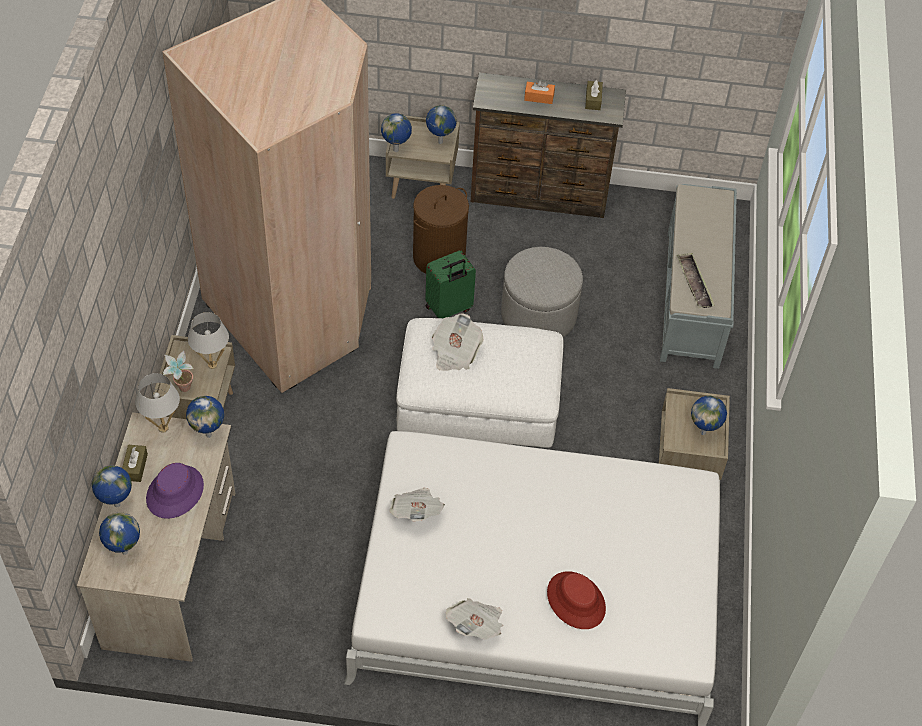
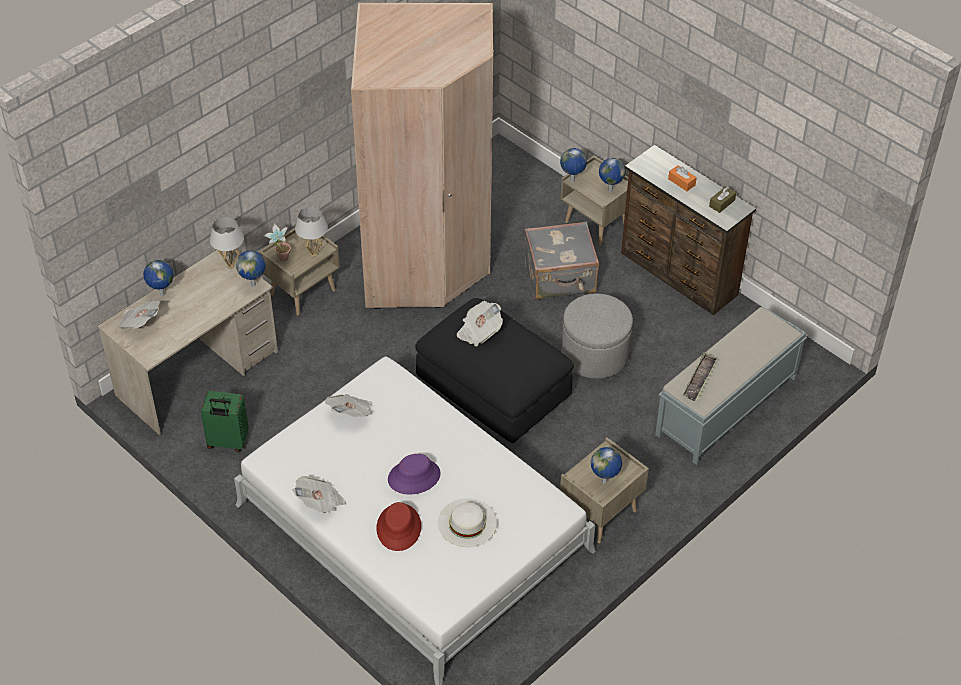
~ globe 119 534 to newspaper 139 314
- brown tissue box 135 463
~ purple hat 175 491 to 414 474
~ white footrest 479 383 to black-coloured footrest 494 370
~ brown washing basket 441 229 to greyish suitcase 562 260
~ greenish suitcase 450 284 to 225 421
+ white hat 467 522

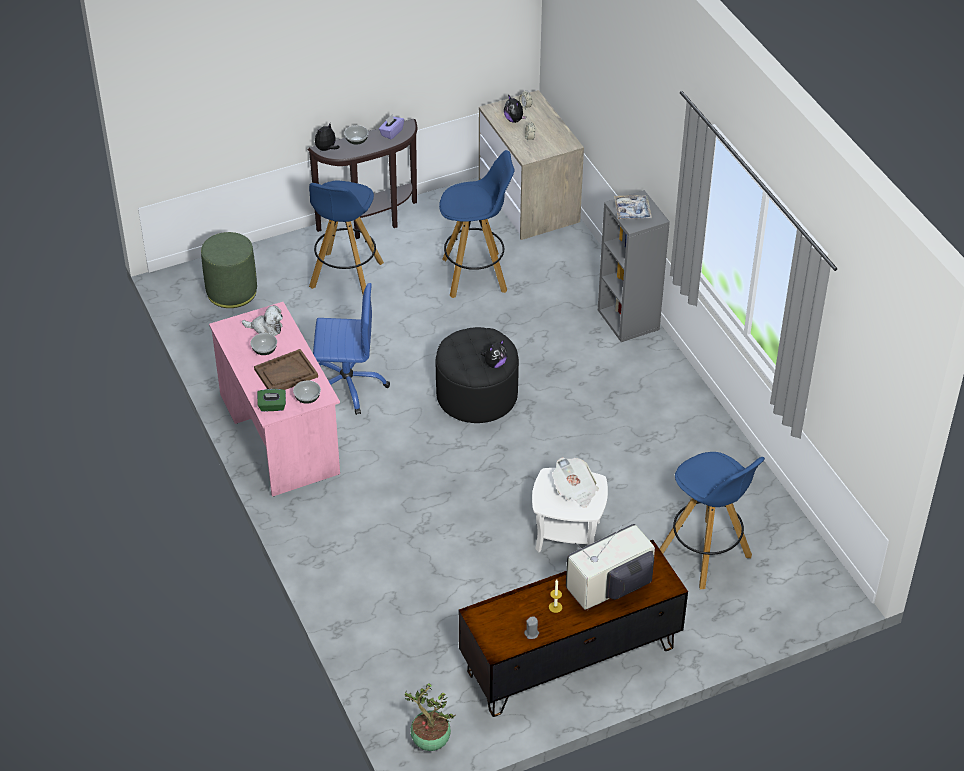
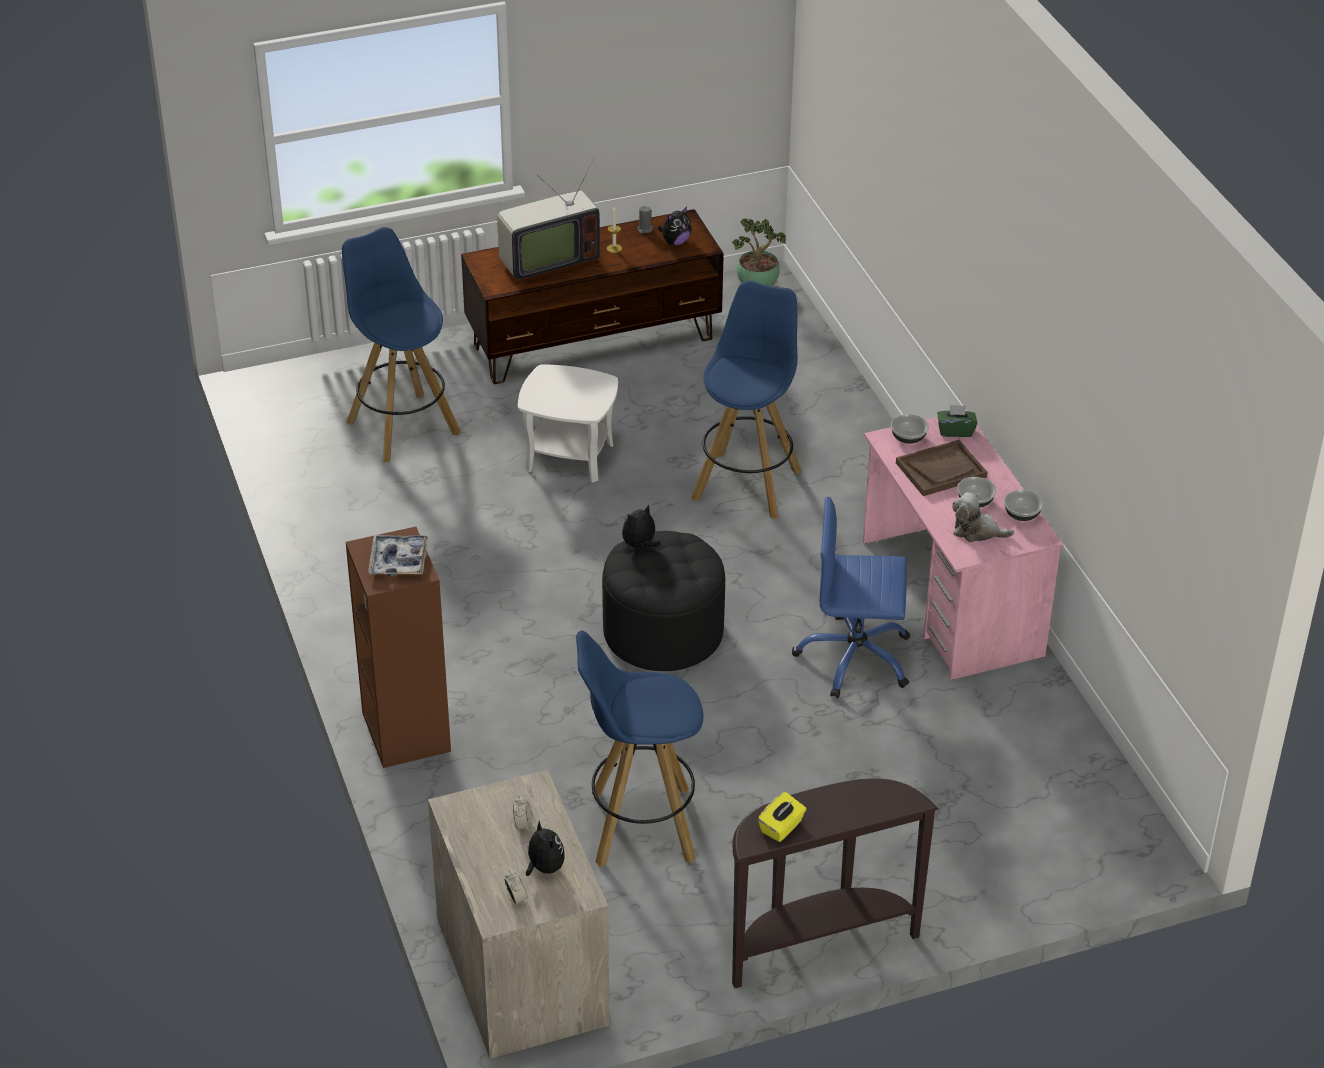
- greenish footrest 229 270
~ bluish sitting stool 346 237 to 746 399
~ soft toy 327 137 to 674 226
~ bowl 356 135 to 1023 505
~ purple tissue box 391 126 to yellow tissue box 782 817
- newspaper 575 482
~ greyish bookshelf 634 266 to brown bookshelf 398 647

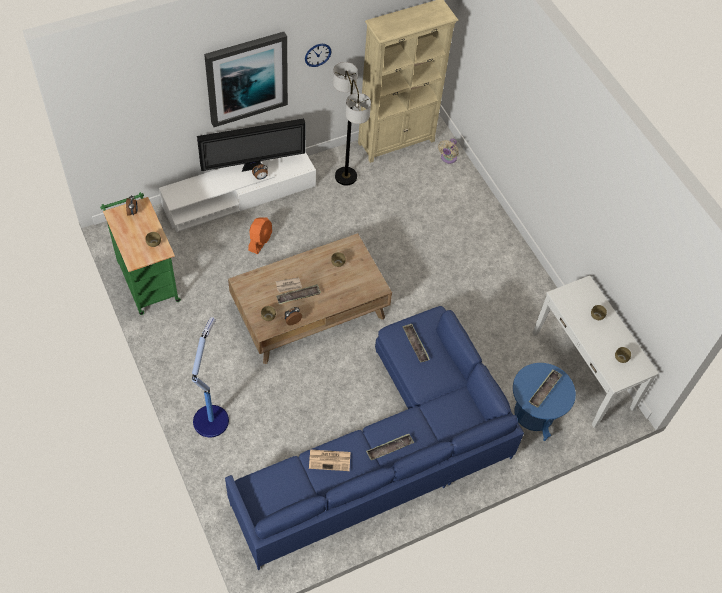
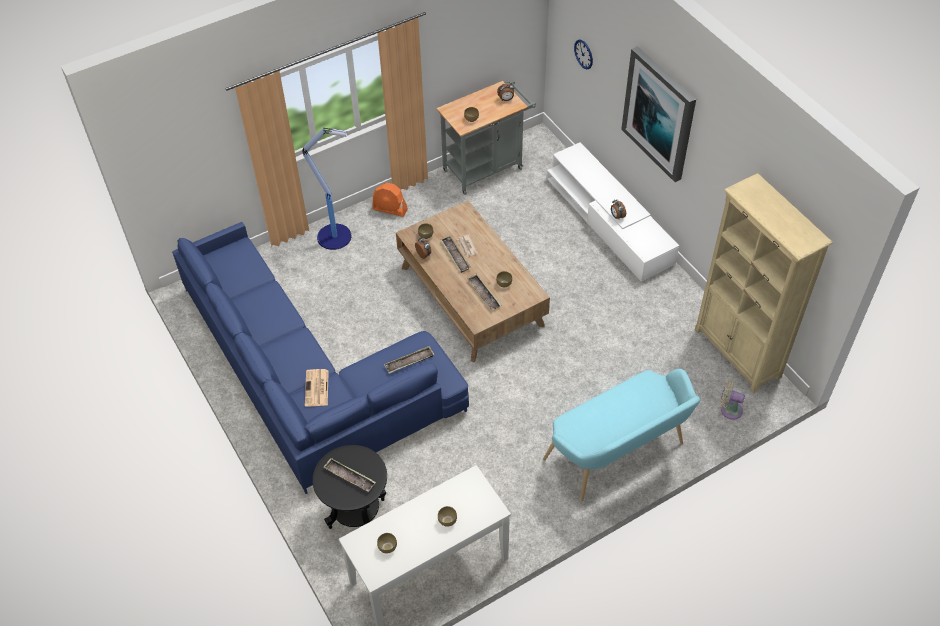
~ greenish cart 140 253 to greyish cart 486 138
- TV 251 145
~ orangey fan 260 235 to 390 200
~ clock on the wall 318 55 to 583 54
~ newspaper 329 460 to 317 387
- standard lamp 352 123
~ serving tray 390 447 to 484 292
~ bluish side table 544 402 to black-coloured side table 349 487
+ turquoise indoor bench 621 435

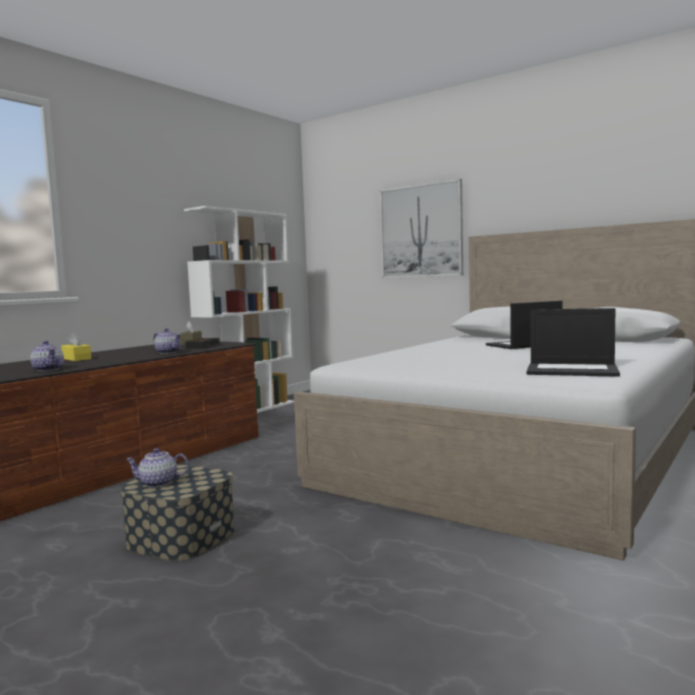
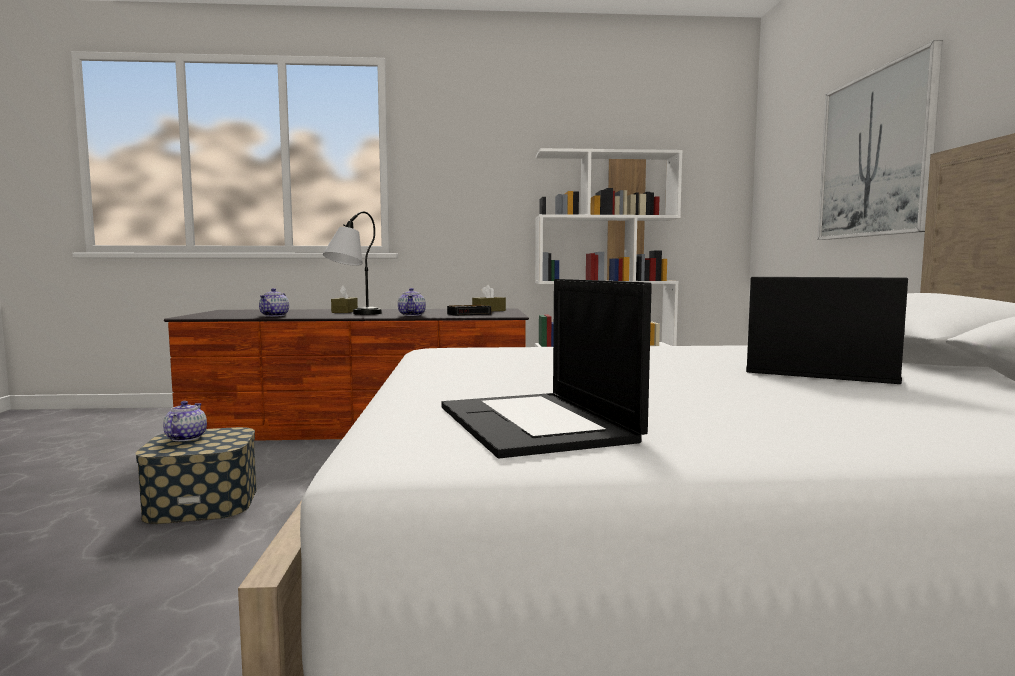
~ yellow tissue box 76 346 to brown tissue box 344 299
~ pot for tea 157 468 = 185 421 45 degrees clockwise
+ lamp for a table 352 263

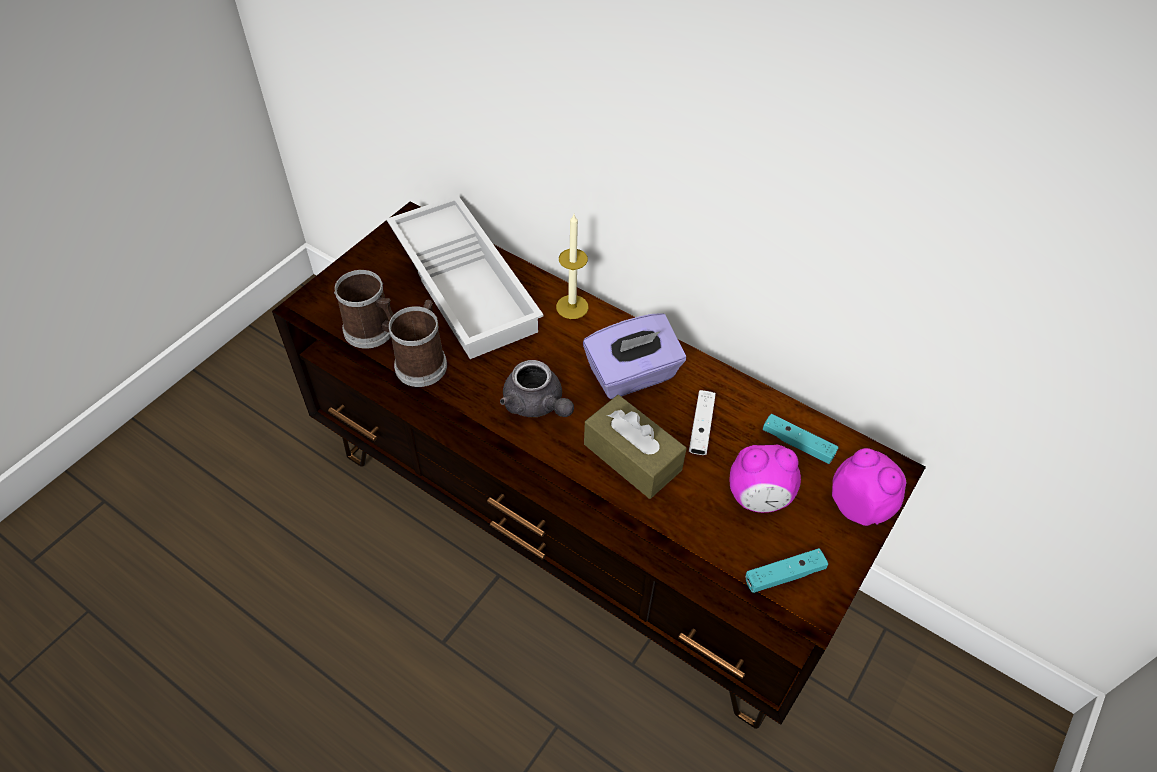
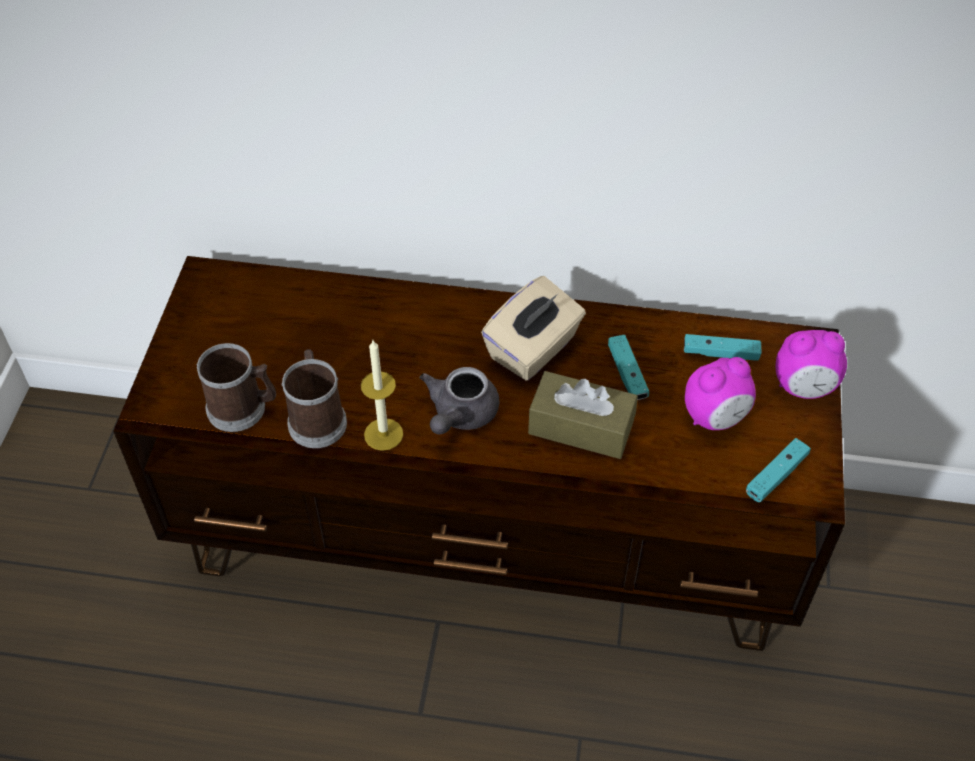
- white serving tray 465 277
~ greyish pot for tea 537 388 = 459 401 90 degrees clockwise
~ candle 572 266 to 382 395
~ purple tissue box 634 356 to sand-coloured tissue box 533 328
~ white game controller 702 422 to turquoise game controller 628 367
~ alarm clock 869 487 = 811 364 150 degrees clockwise

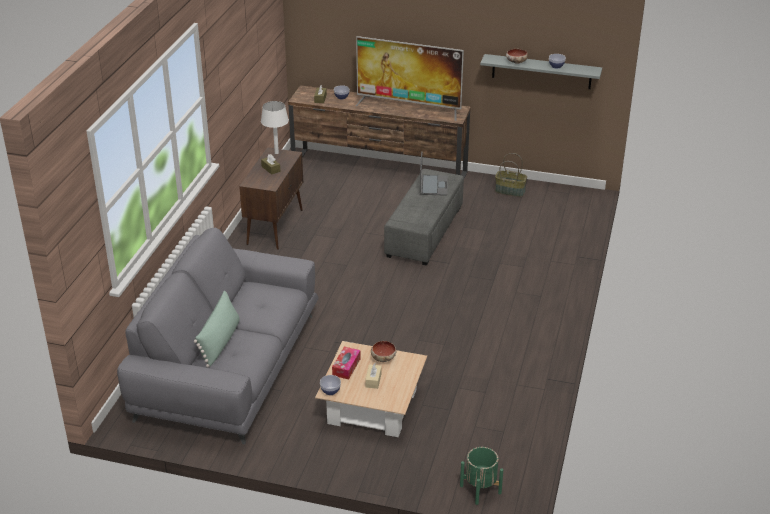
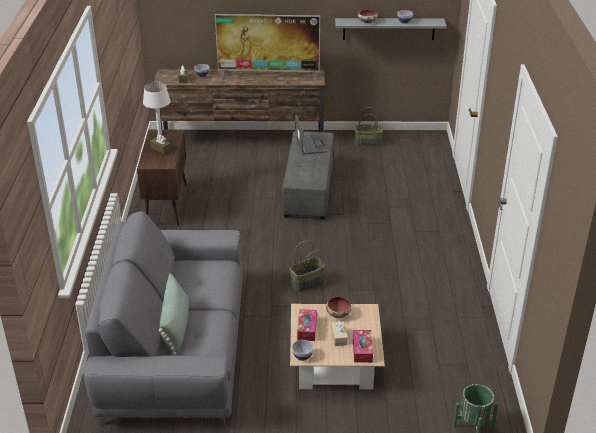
+ household basket 308 266
+ tissue box 363 346

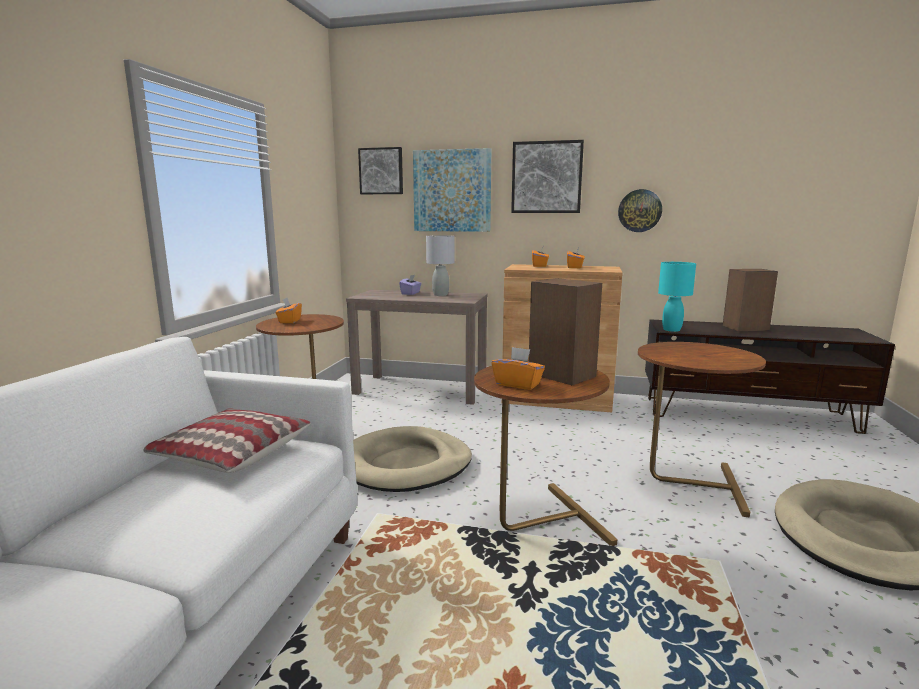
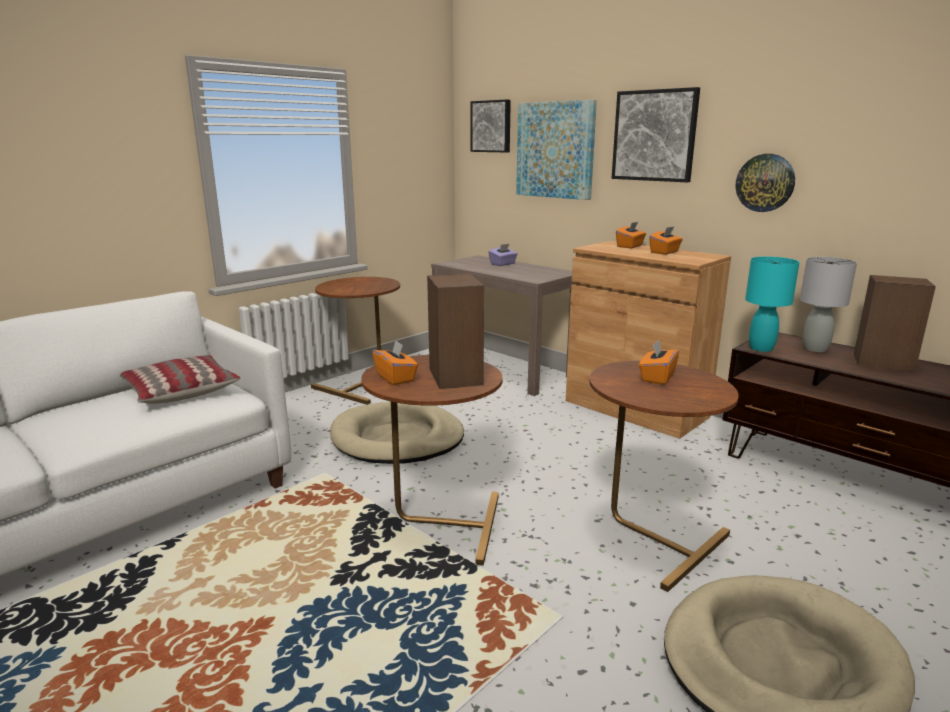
~ orangey tissue box 288 310 to 659 362
~ greyish lamp for a table 440 265 to 828 304

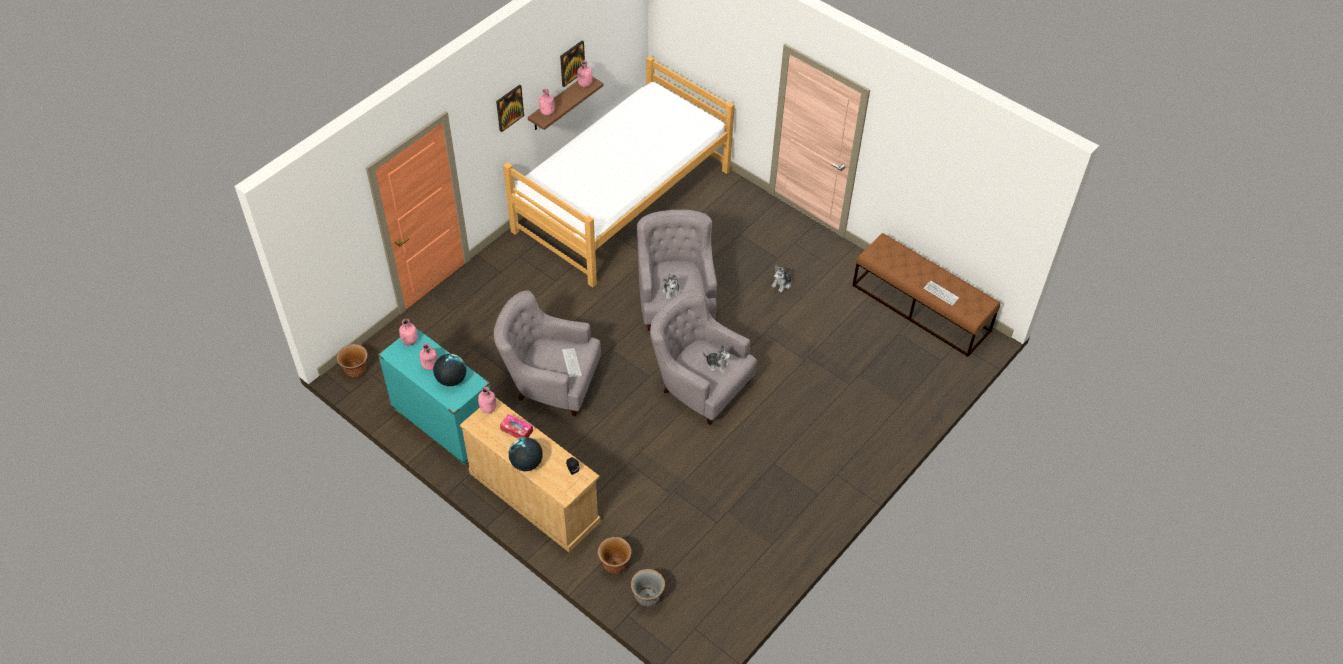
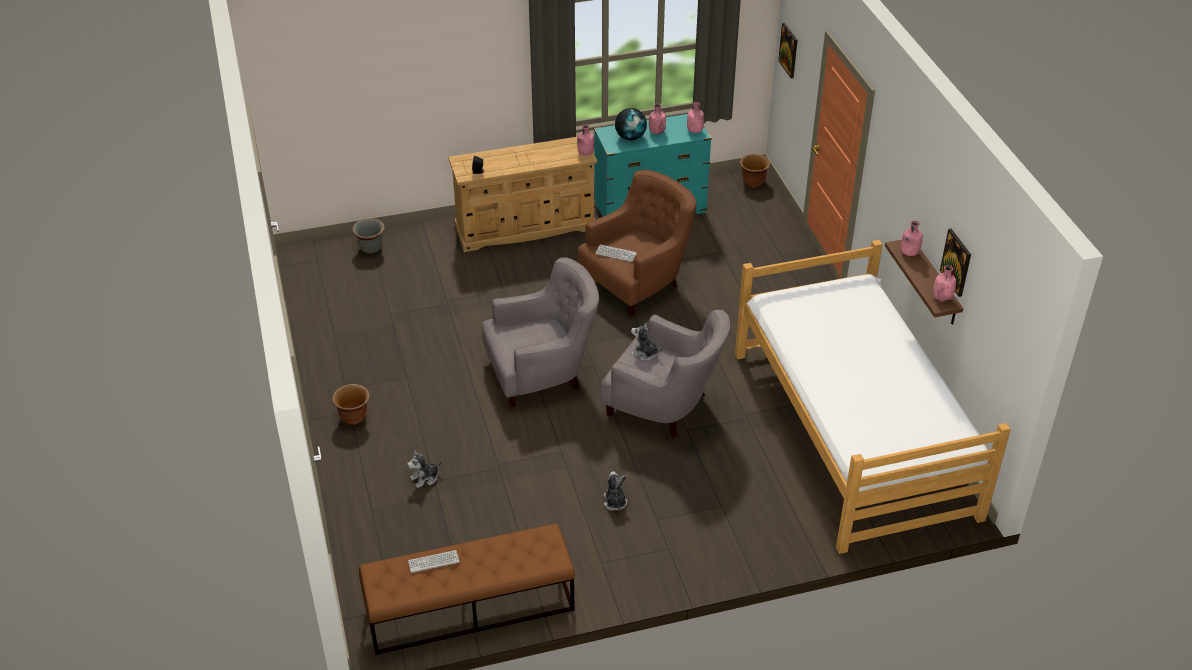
~ greyish armchair 547 354 to brown armchair 637 243
~ wall art 510 108 to 787 50
- tissue box 516 426
- globe 526 454
~ brown plant pot 615 555 to 351 404
~ soft toy 716 359 to 424 469

